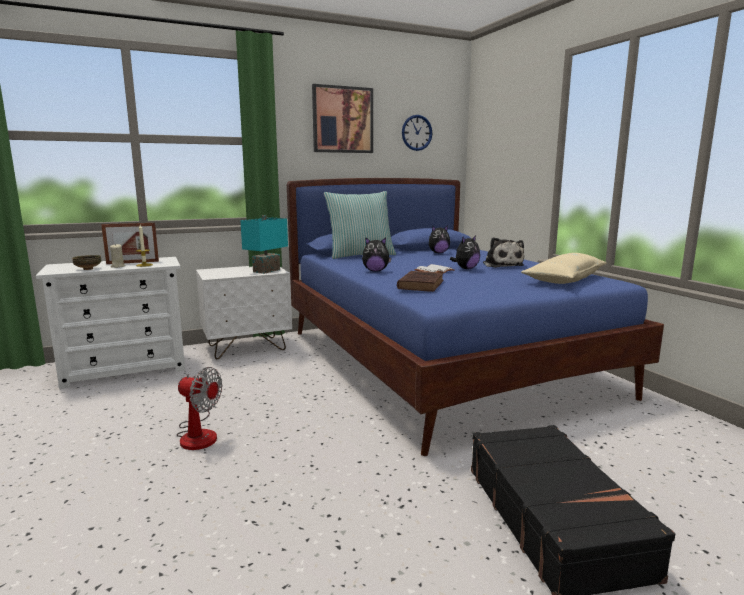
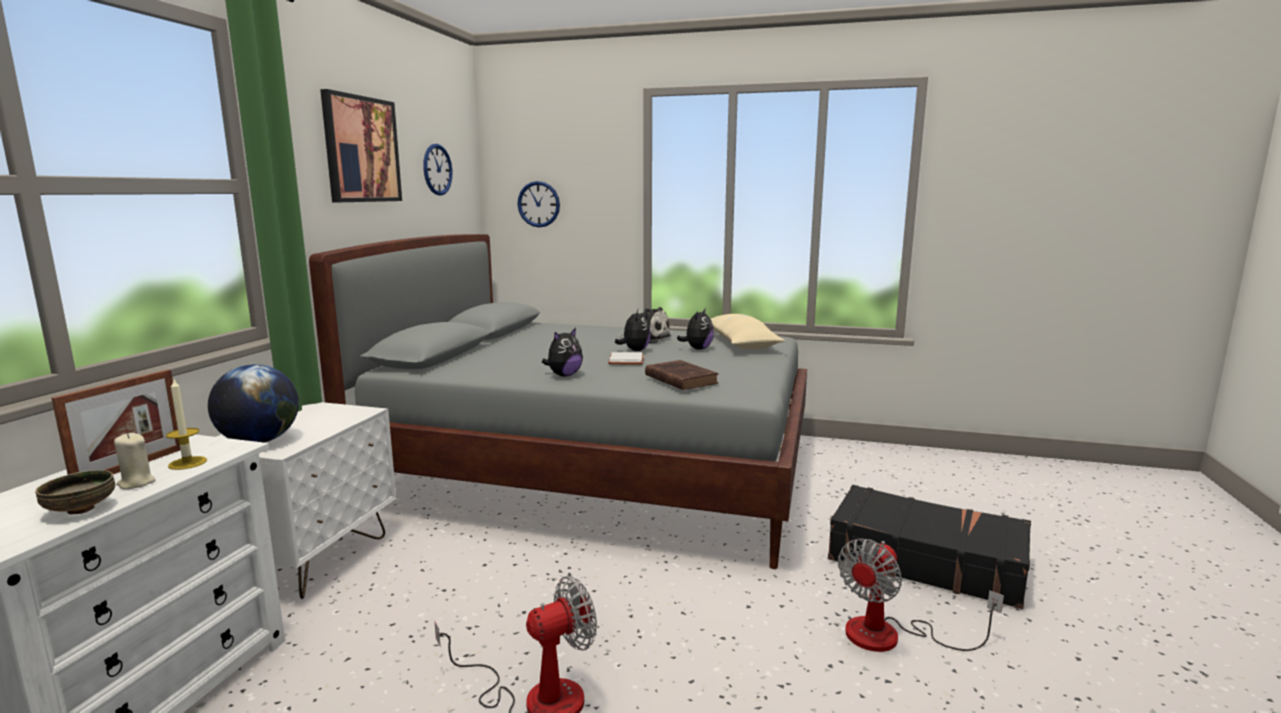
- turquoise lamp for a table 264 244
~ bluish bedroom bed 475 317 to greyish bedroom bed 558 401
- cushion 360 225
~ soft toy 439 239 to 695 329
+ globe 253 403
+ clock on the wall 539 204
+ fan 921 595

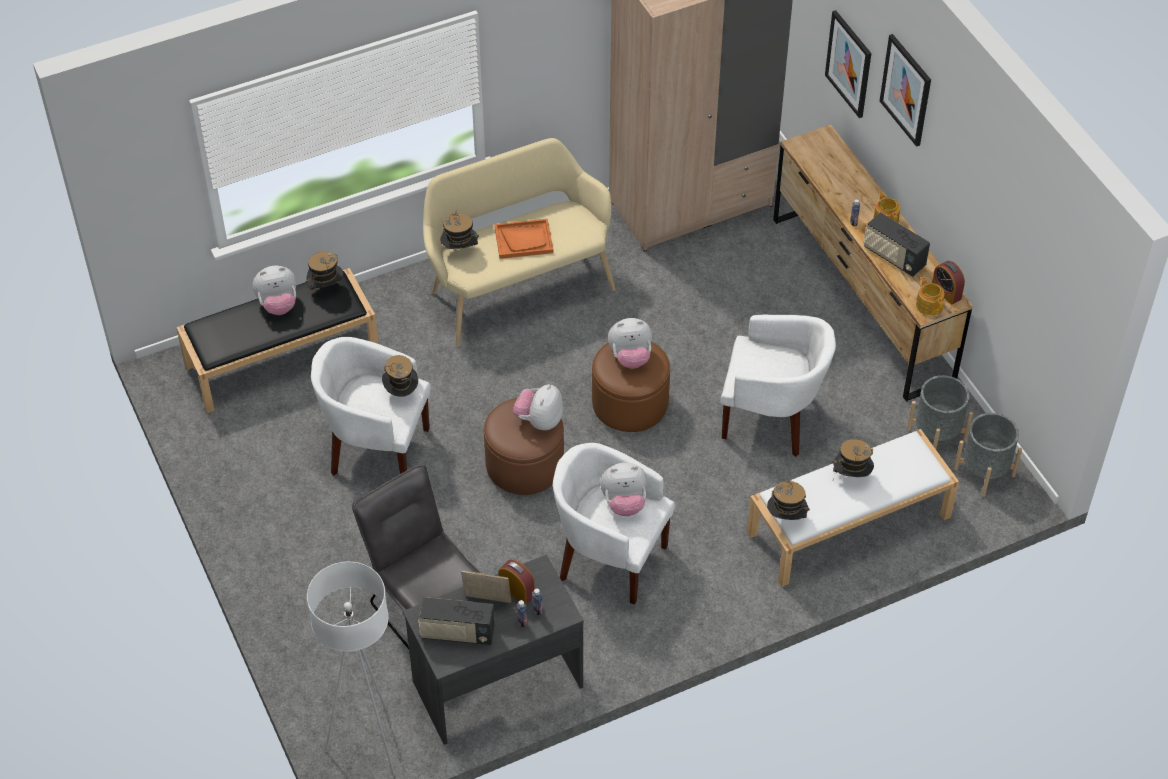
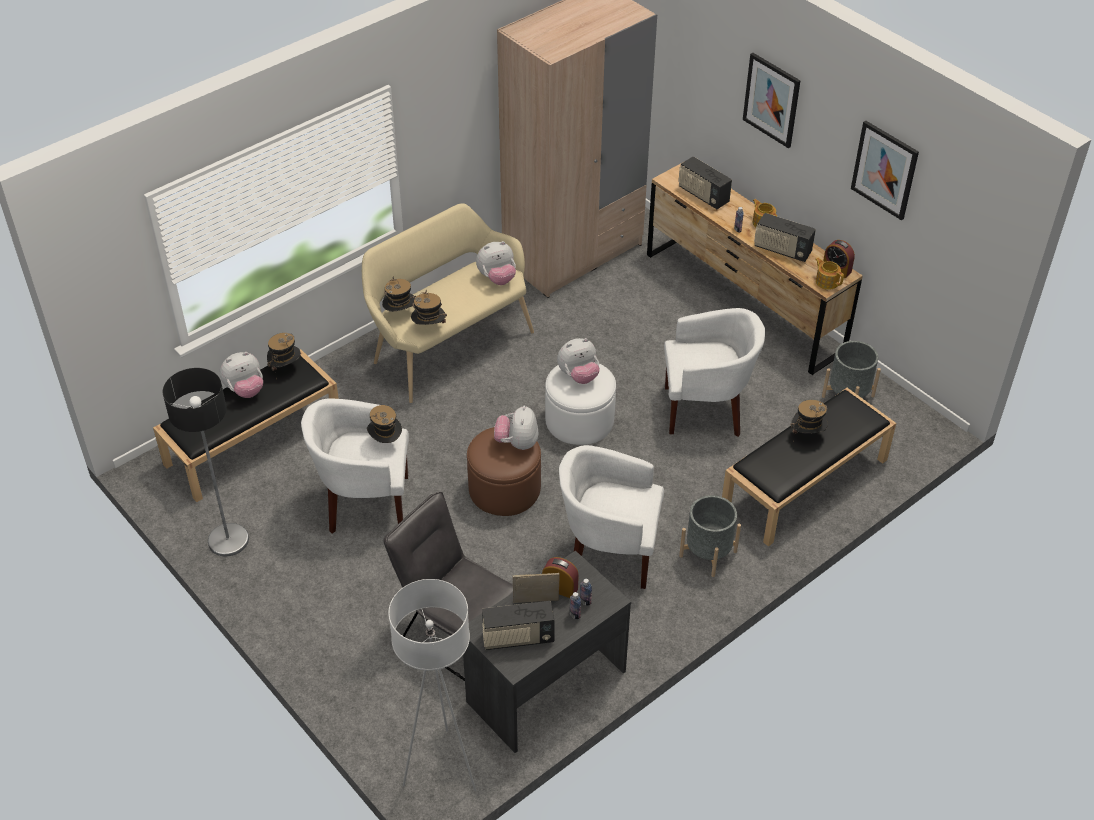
- orangey serving tray 523 239
~ brown footrest 631 387 to white footrest 580 404
~ soft toy 623 489 to 496 263
~ white indoor bench 853 508 to black-coloured indoor bench 809 467
~ hat 788 499 to 429 307
~ wall art 848 64 to 885 170
~ greyish plant pot 988 455 to 710 536
+ standard lamp 206 462
+ radio 705 182

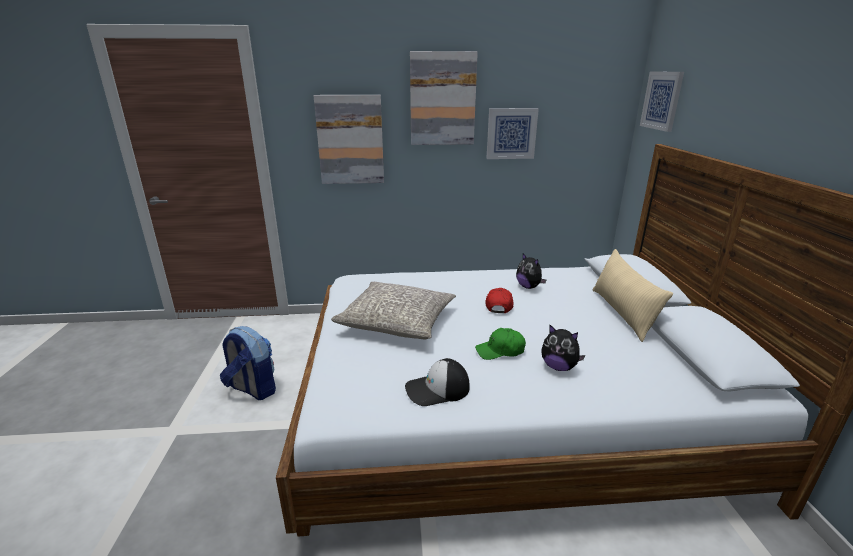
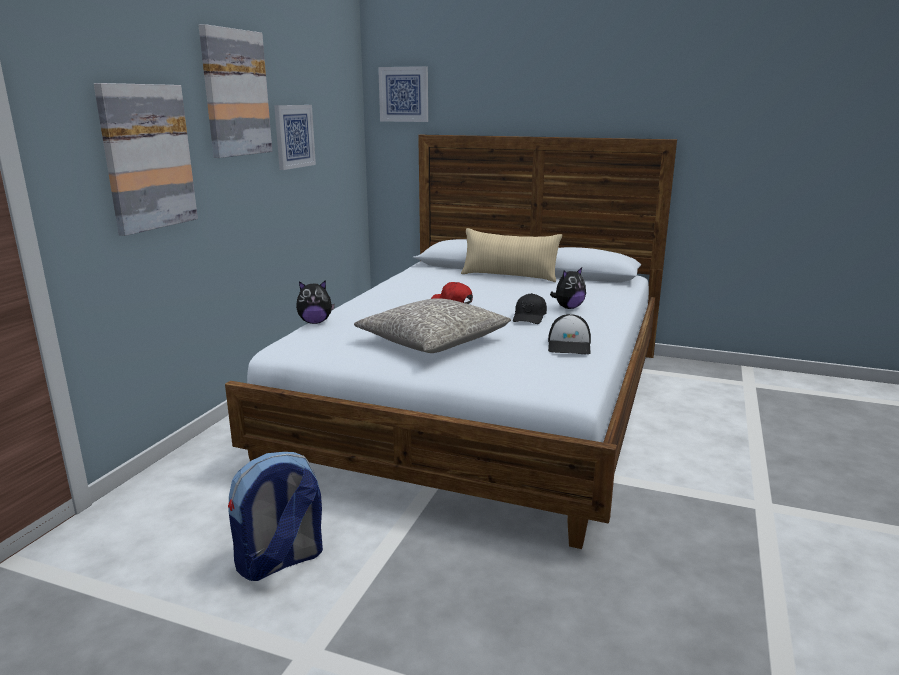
~ greenish peaked cap 500 344 to black-coloured peaked cap 530 308
~ soft toy 531 271 to 315 302

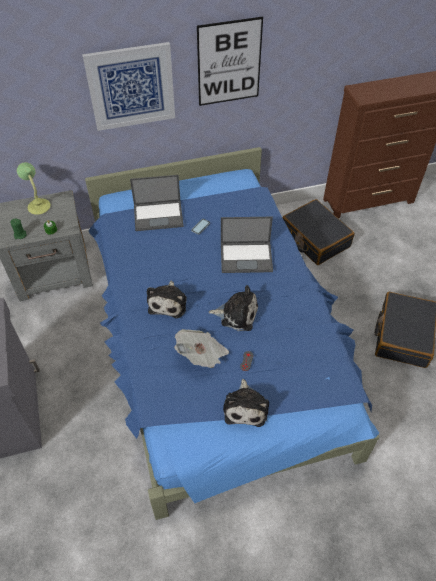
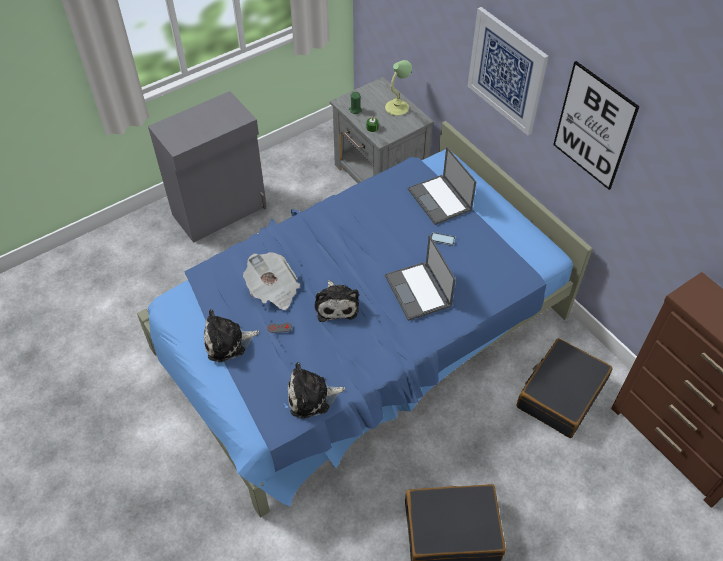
~ soft toy 167 299 to 316 390

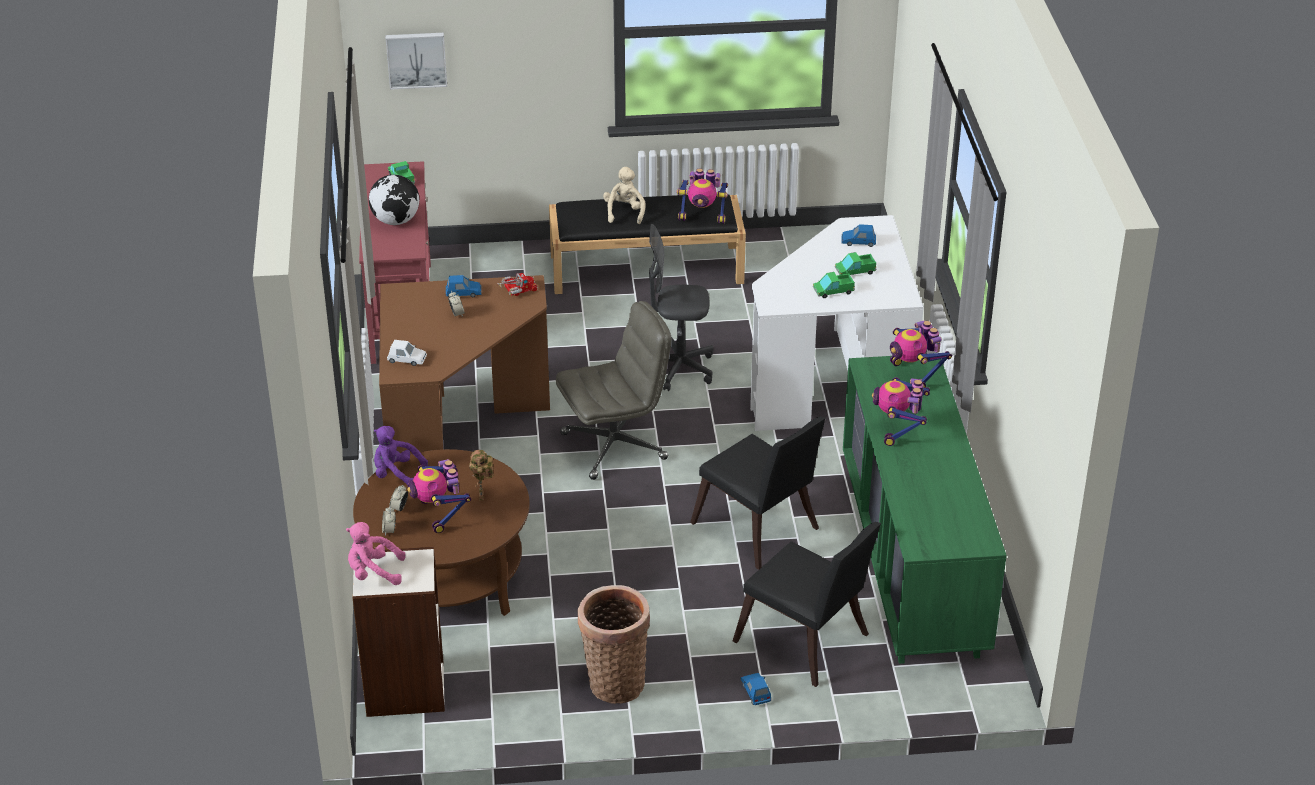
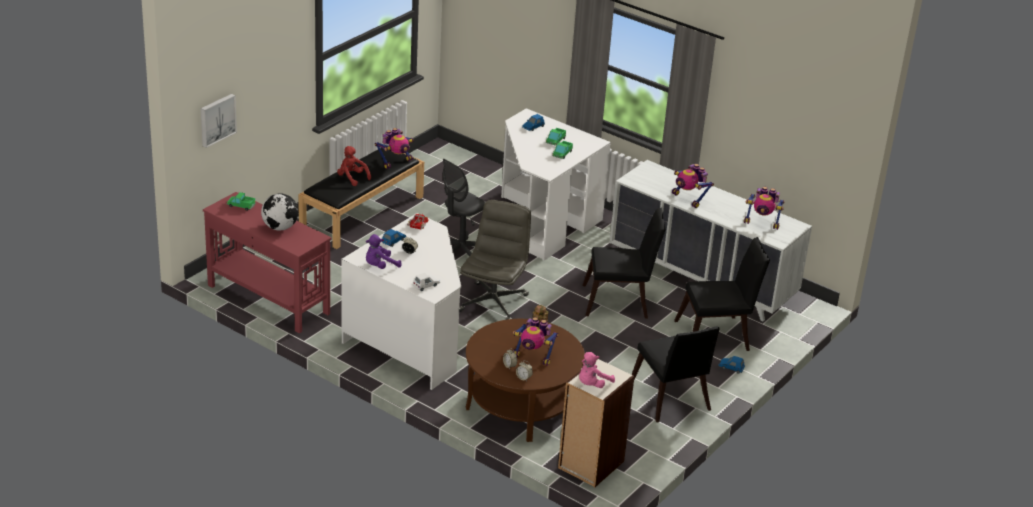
~ purple soft toy 401 455 to 384 251
~ brown desk table 464 365 to white desk table 401 301
~ household basket 614 644 to black-coloured plain chair 676 374
~ sand-coloured soft toy 624 195 to red-coloured soft toy 354 166
~ greenish chest of drawers 925 510 to white chest of drawers 710 241
~ model robot 921 354 to 764 208

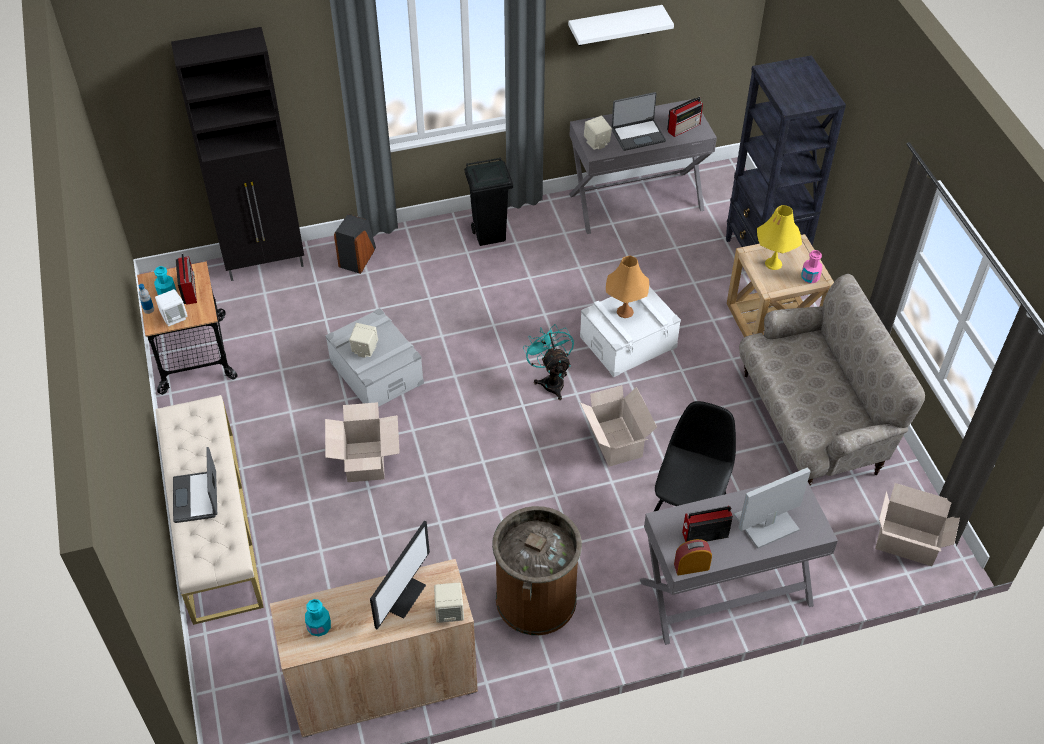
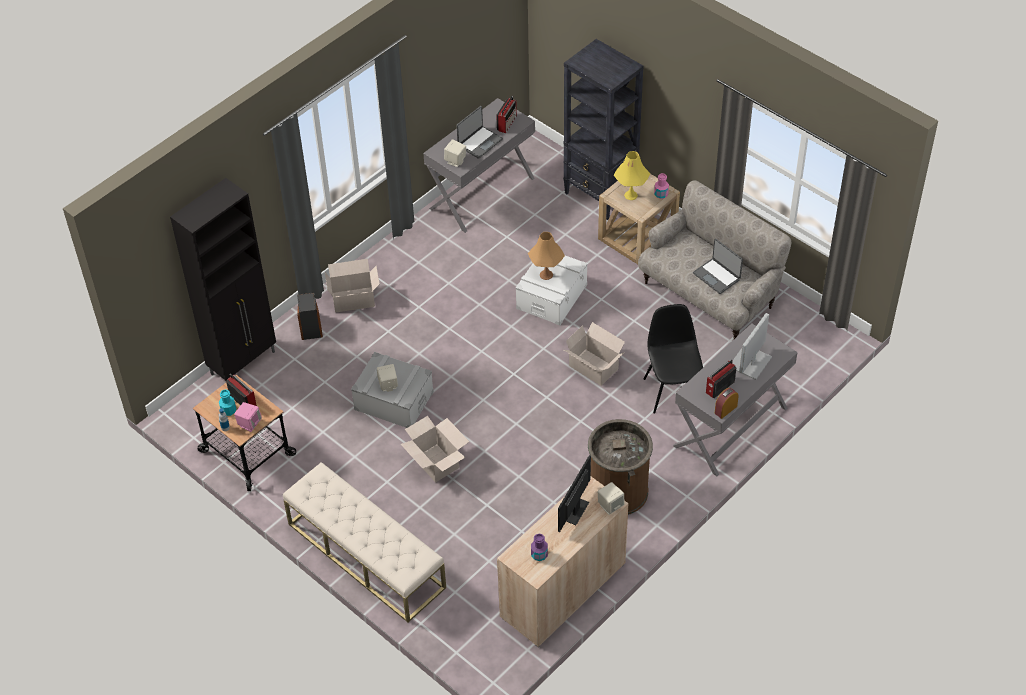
~ white audio speaker 171 307 to pinkish audio speaker 248 417
~ laptop 195 485 to 718 266
~ turquoise drink bottle 318 617 to purple drink bottle 539 547
~ monitor 400 575 = 574 493 150 degrees counterclockwise
- black-coloured waste bin 488 201
- turquoise fan 548 362
- white shelf 621 25
~ cardboard box 917 524 to 352 285

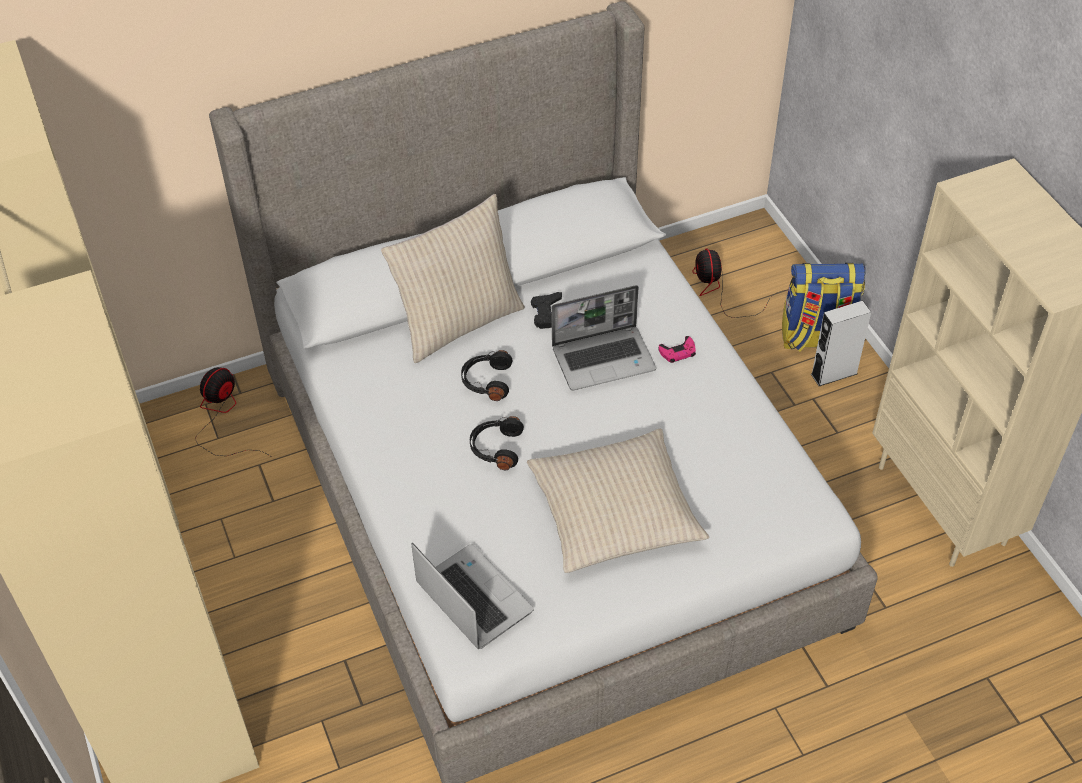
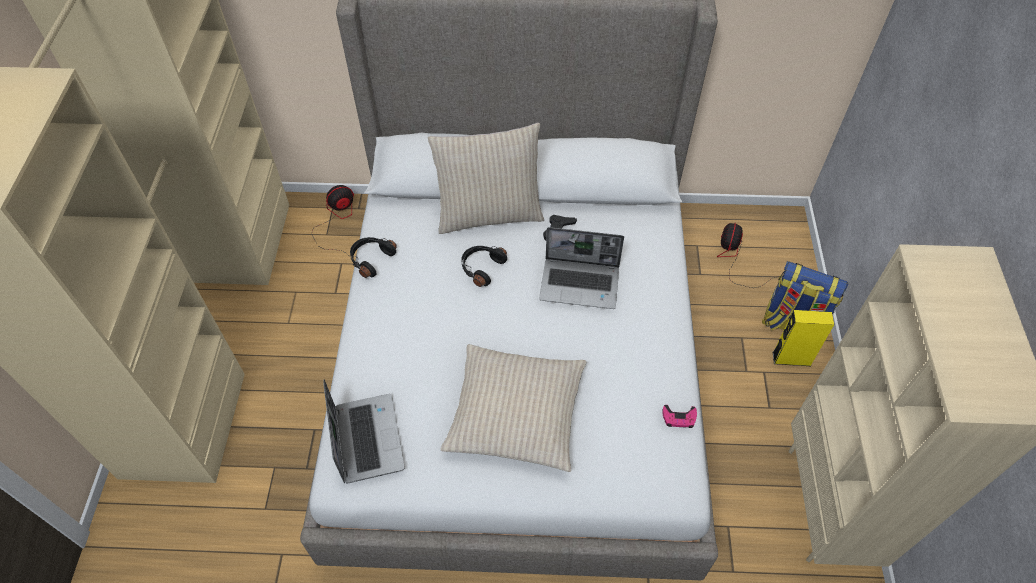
~ black-coloured headphones 497 443 to 373 257
~ pinkish game controller 677 349 to 679 416
~ greyish audio speaker 841 343 to yellow audio speaker 803 338

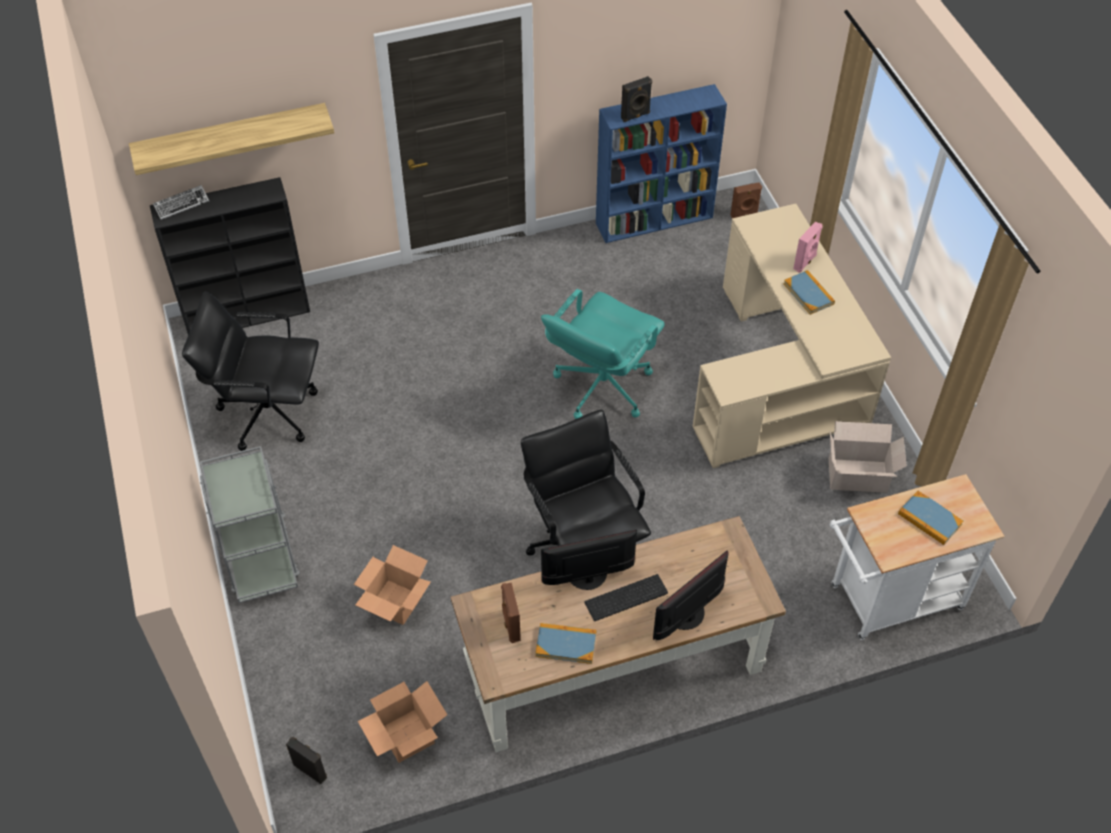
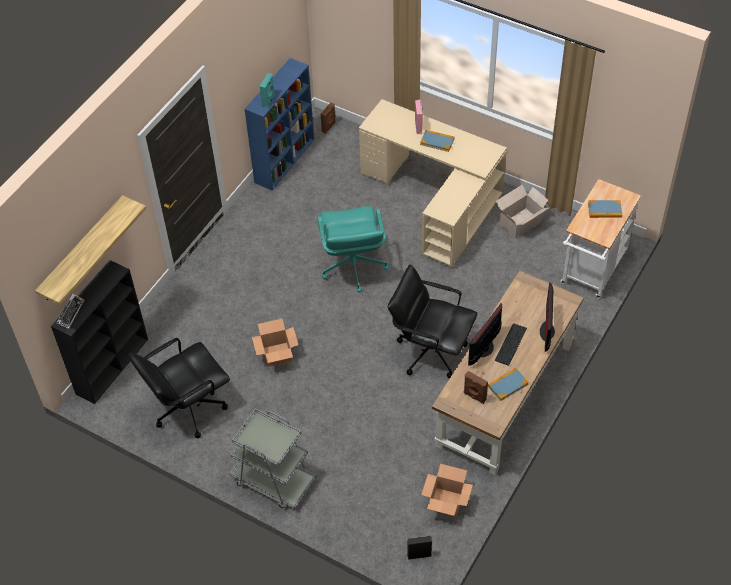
~ cardboard box 392 585 to 275 342
~ black-coloured audio speaker 636 99 to turquoise audio speaker 267 90

